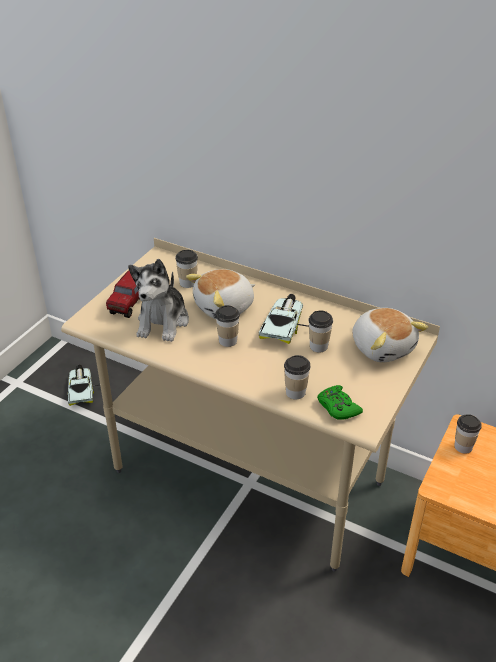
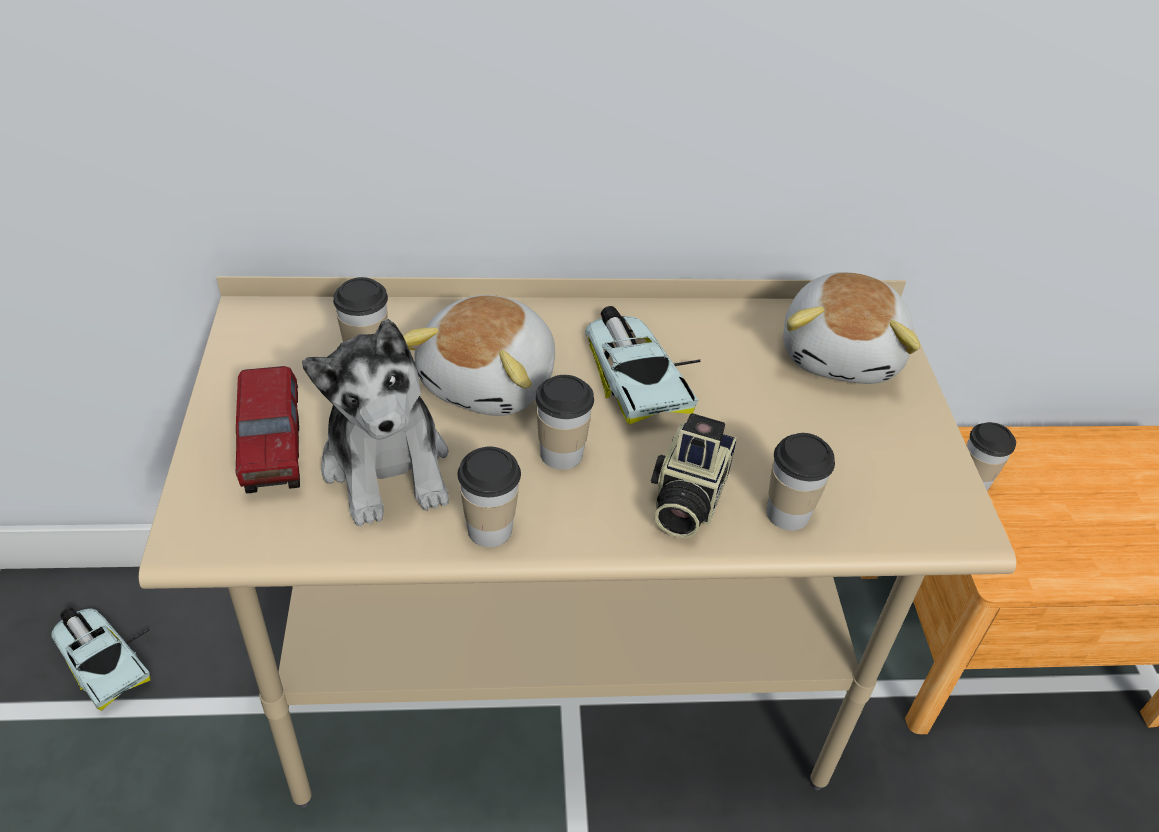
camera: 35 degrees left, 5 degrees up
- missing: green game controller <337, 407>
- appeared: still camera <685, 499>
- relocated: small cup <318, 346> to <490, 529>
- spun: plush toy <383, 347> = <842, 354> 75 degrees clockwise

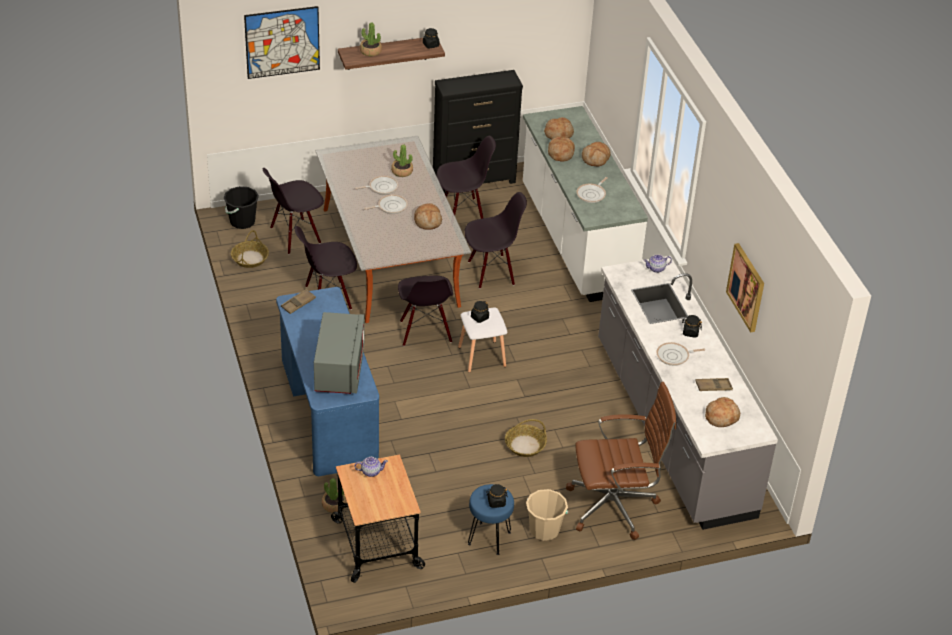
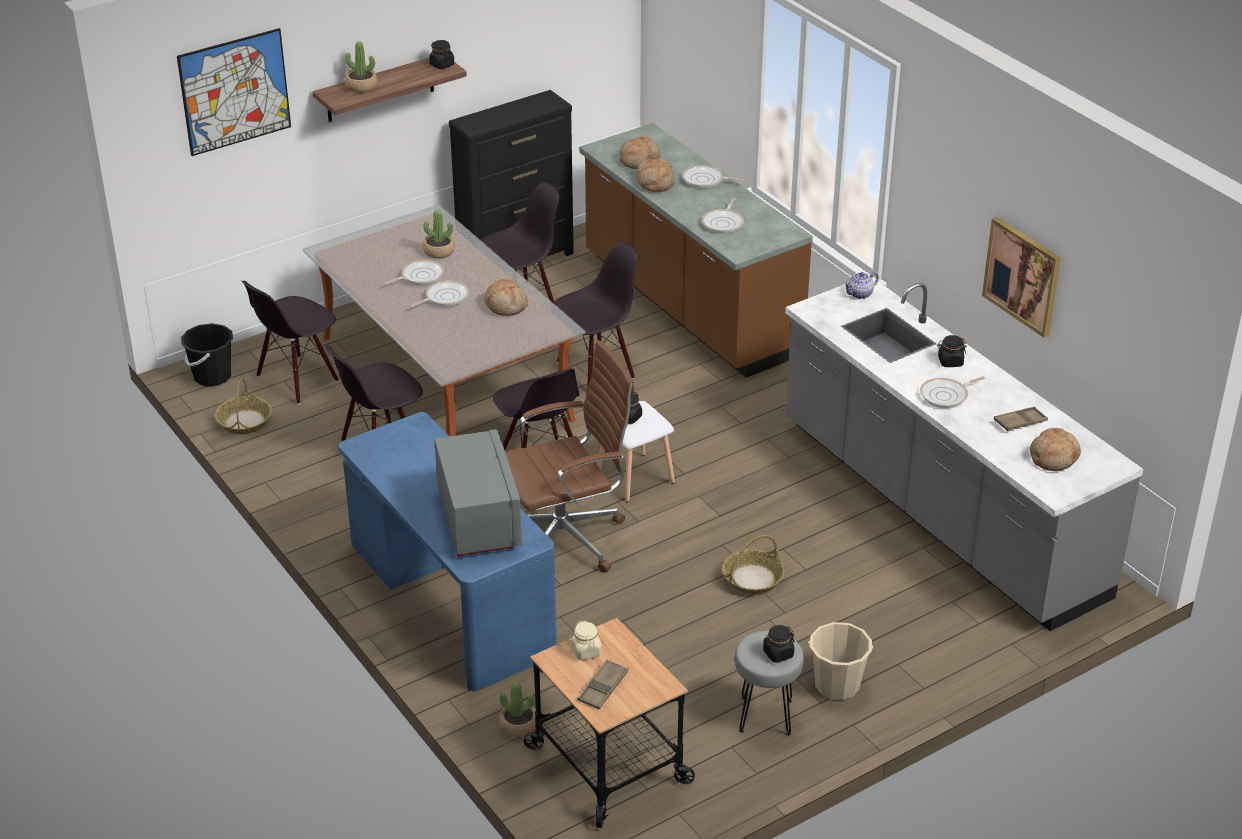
camera: 15 degrees left, 5 degrees down
- relocated: brownish serving tray <298, 303> to <603, 688>
- relocated: brownish office chair <615, 506> to <566, 538>
- exchanged: pot for tea <370, 471> to sand-coloured storage jar <586, 651>
- exchanged: bakery bread <595, 159> to pan <705, 180>
- colour: blue stool seat <488, 538> to gray stool seat <765, 716>
- colour: white-coloured kitchen base unit <575, 240> to brownish kitchen base unit <689, 307>

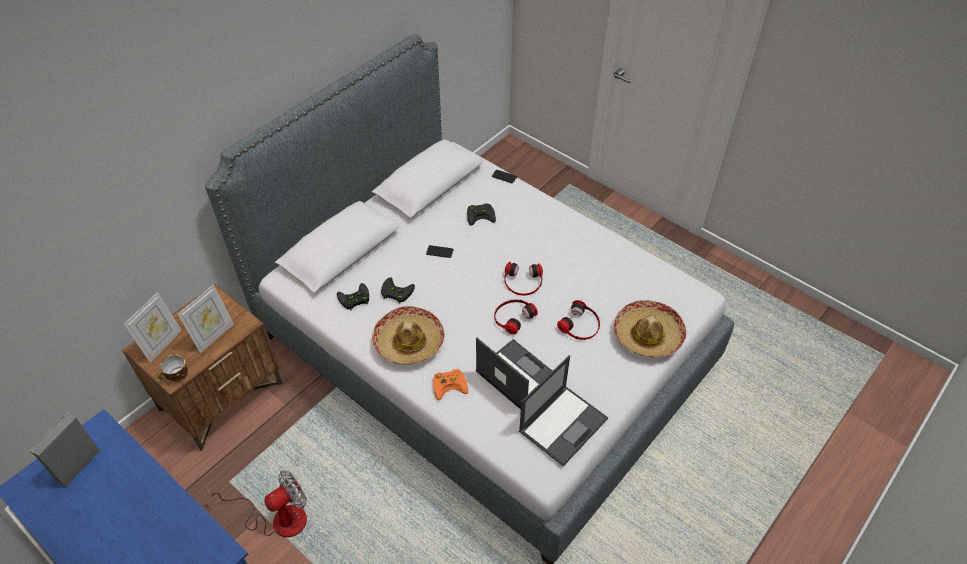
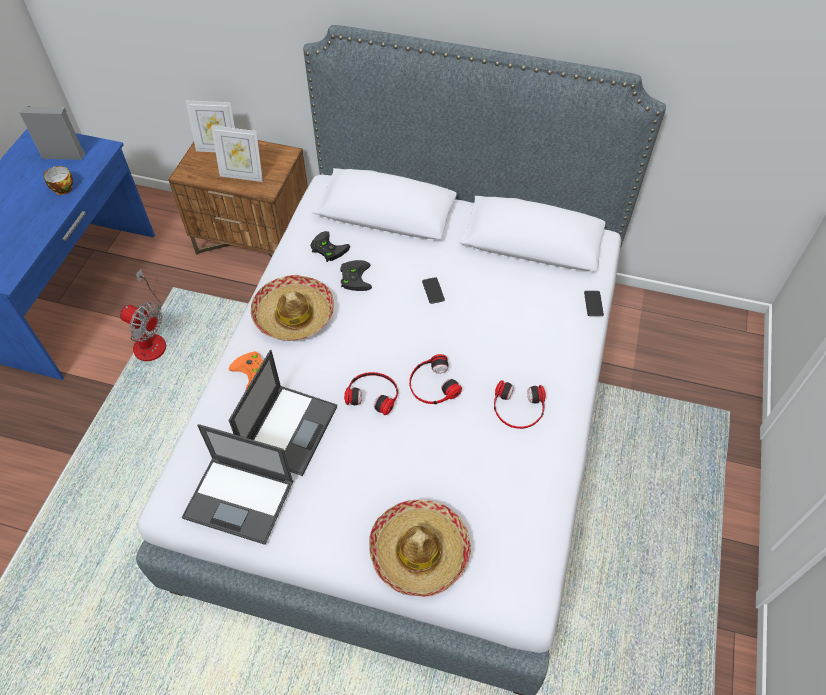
camera: 65 degrees right, 5 degrees up
- missing: black game controller <481, 215>
- relocated: small cup <177, 376> to <61, 189>
- relocated: pair of headphones <580, 325> to <518, 408>

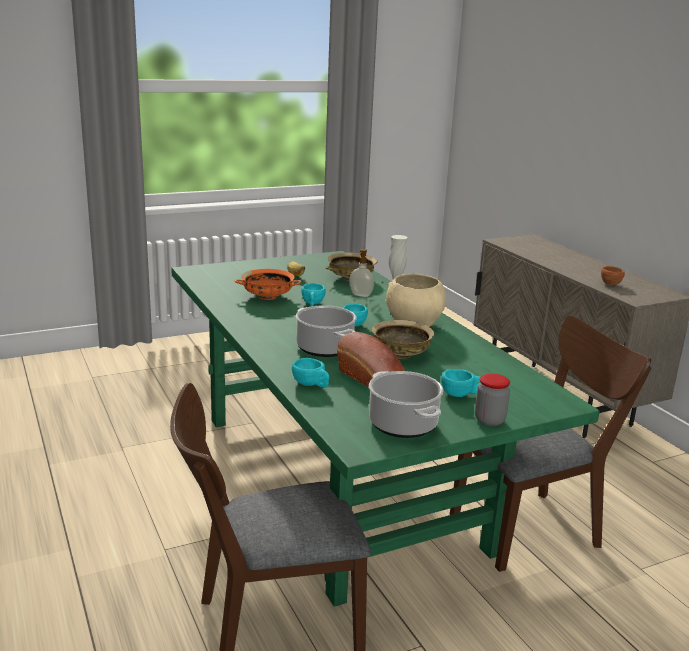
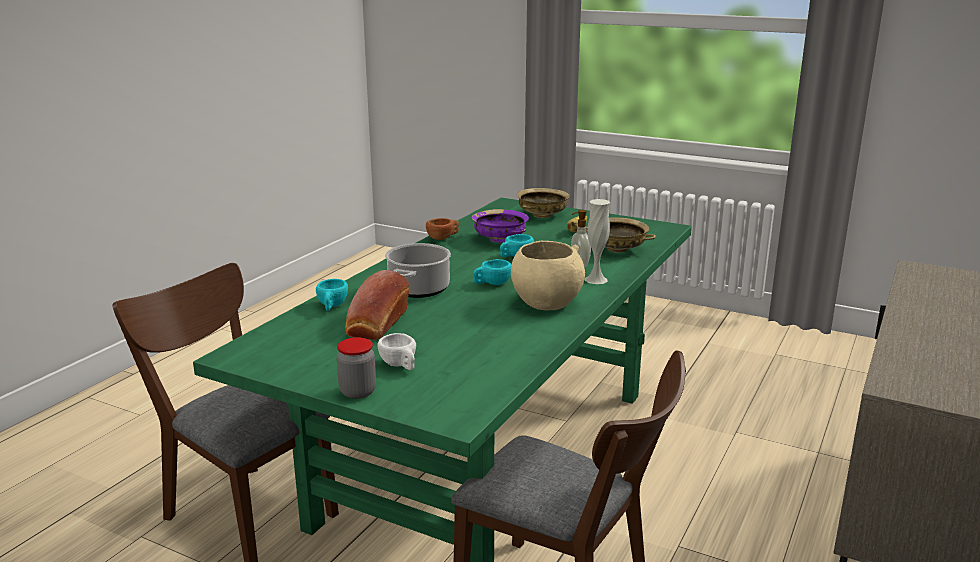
camera: 55 degrees right, 0 degrees up
- missing: cooking pot <402, 424>
- relocated: sand-coloured serving bowl <400, 354> to <542, 215>
- relocated: brownish small cup <609, 283> to <443, 238>
- colour: orange-coloured serving bowl <267, 296> to purplish serving bowl <499, 239>
- colour: blue-green small cup <461, 395> to white-coloured small cup <400, 366>

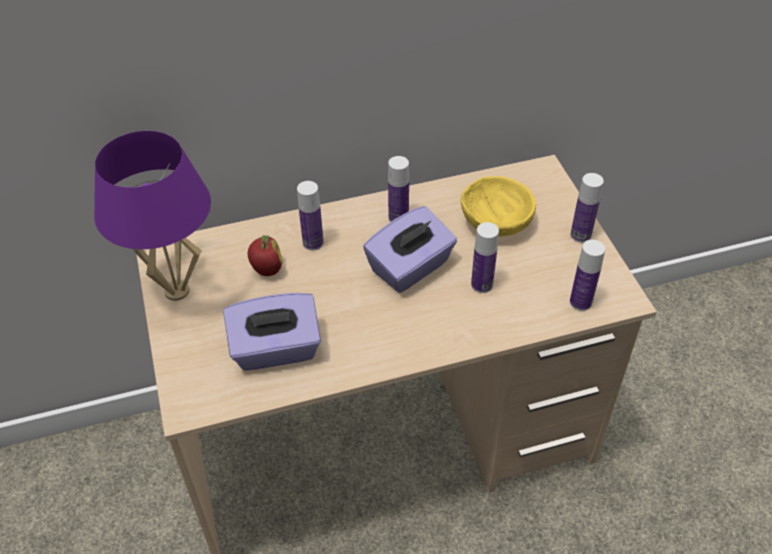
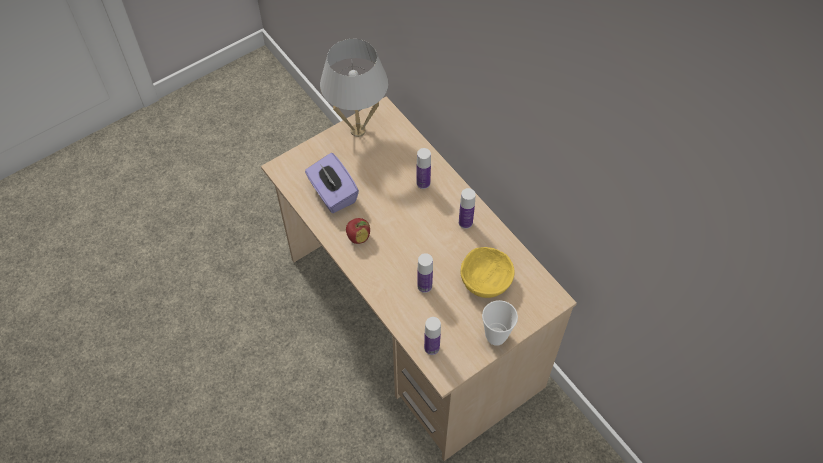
camera: 70 degrees right, 10 degrees up
- missing: purplish tissue holder <410, 268>
- relocated: whole apple <267, 270> to <358, 237>
- exchanged: drink bottle <580, 235> to small cup <496, 336>
- colour: purplish lamp for a table <177, 291> to white-coloured lamp for a table <358, 131>

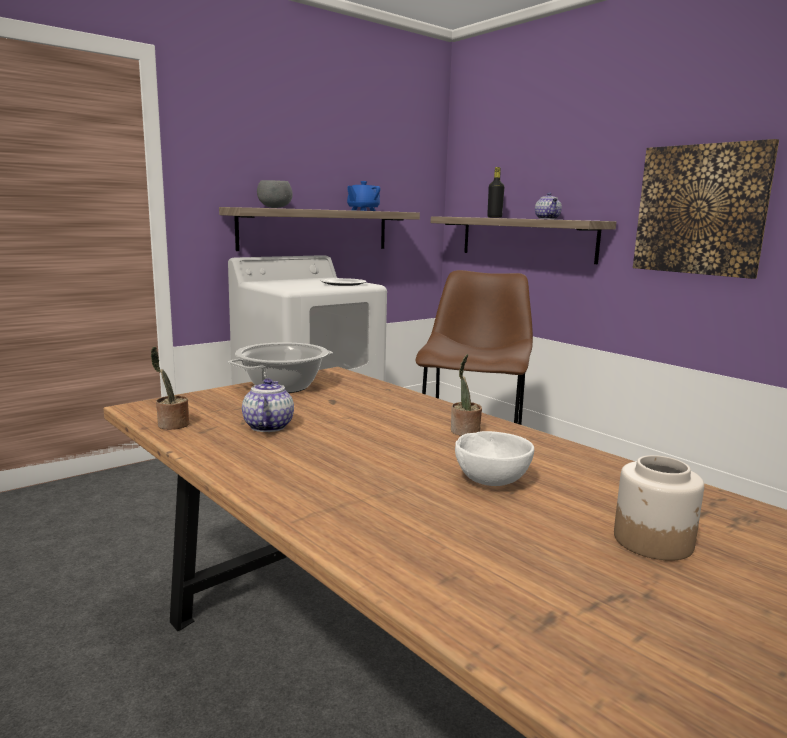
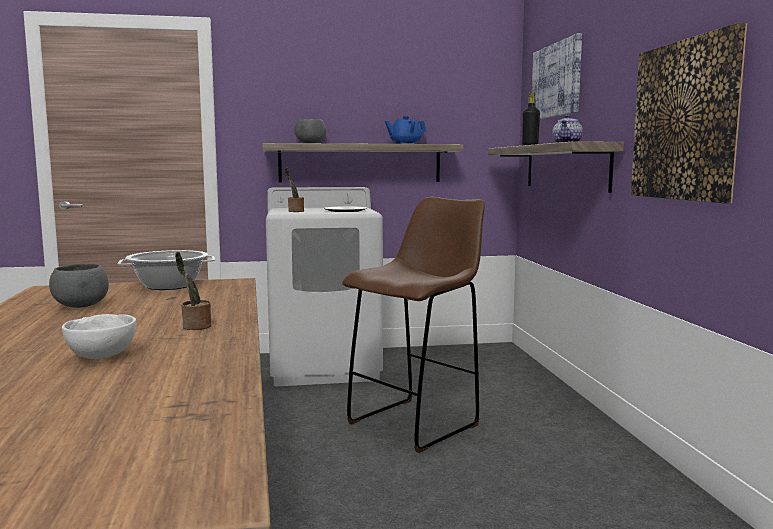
camera: 30 degrees right, 5 degrees down
- missing: storage jar <654, 541>
- appeared: wall art <556, 80>
- relocated: potted plant <171, 425> to <295, 211>
- exchanged: pot for tea <268, 426> to gray serving bowl <80, 306>

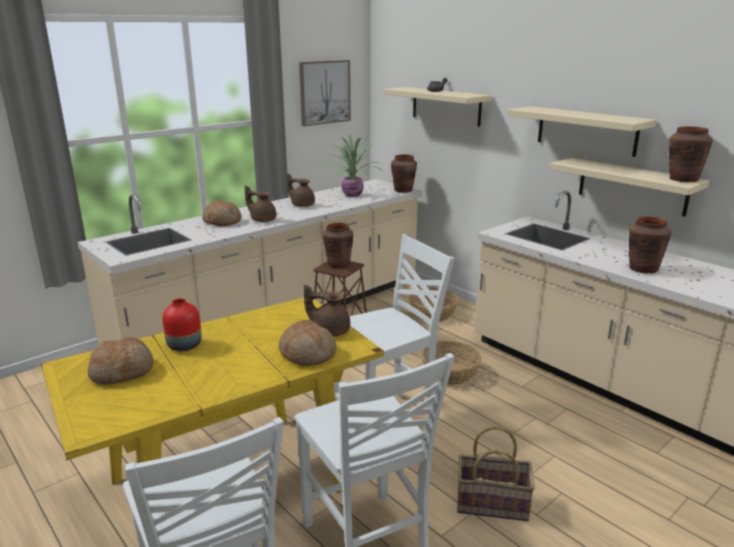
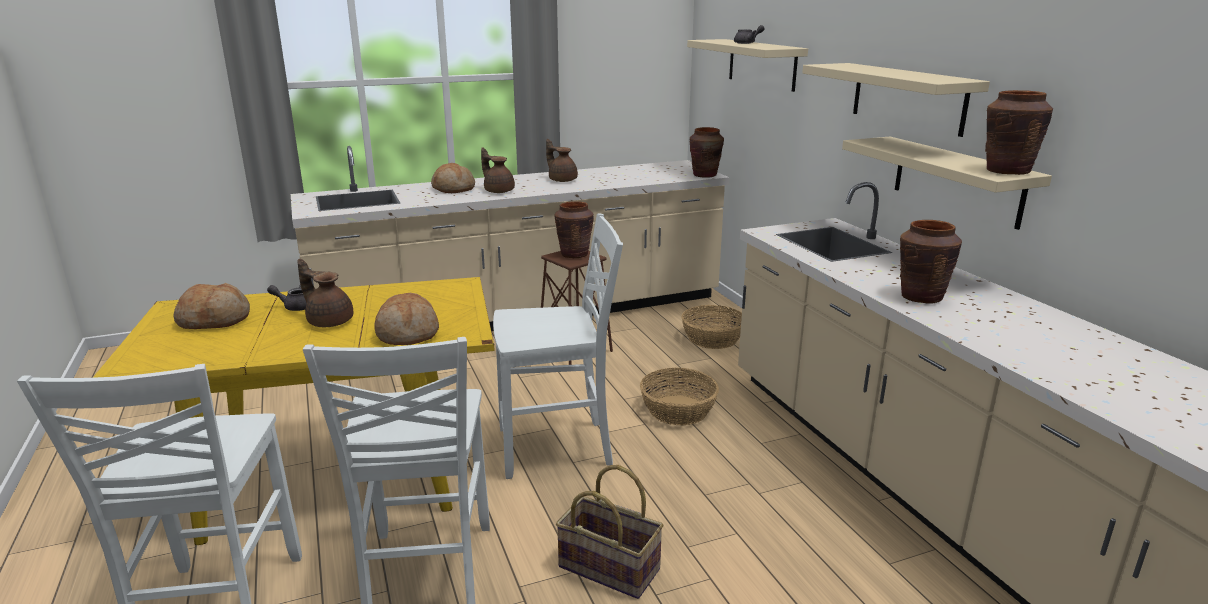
camera: 20 degrees right, 0 degrees up
- missing: wall art <324, 92>
- missing: potted plant <351, 195>
- relocated: brownish pot for tea <330, 330> to <329, 321>
- exchanged: reddish flower vase <184, 346> to gray pot for tea <295, 306>

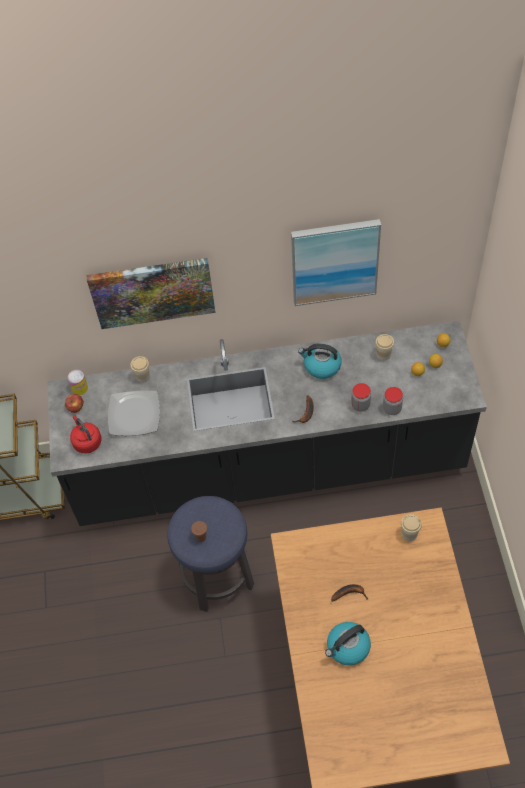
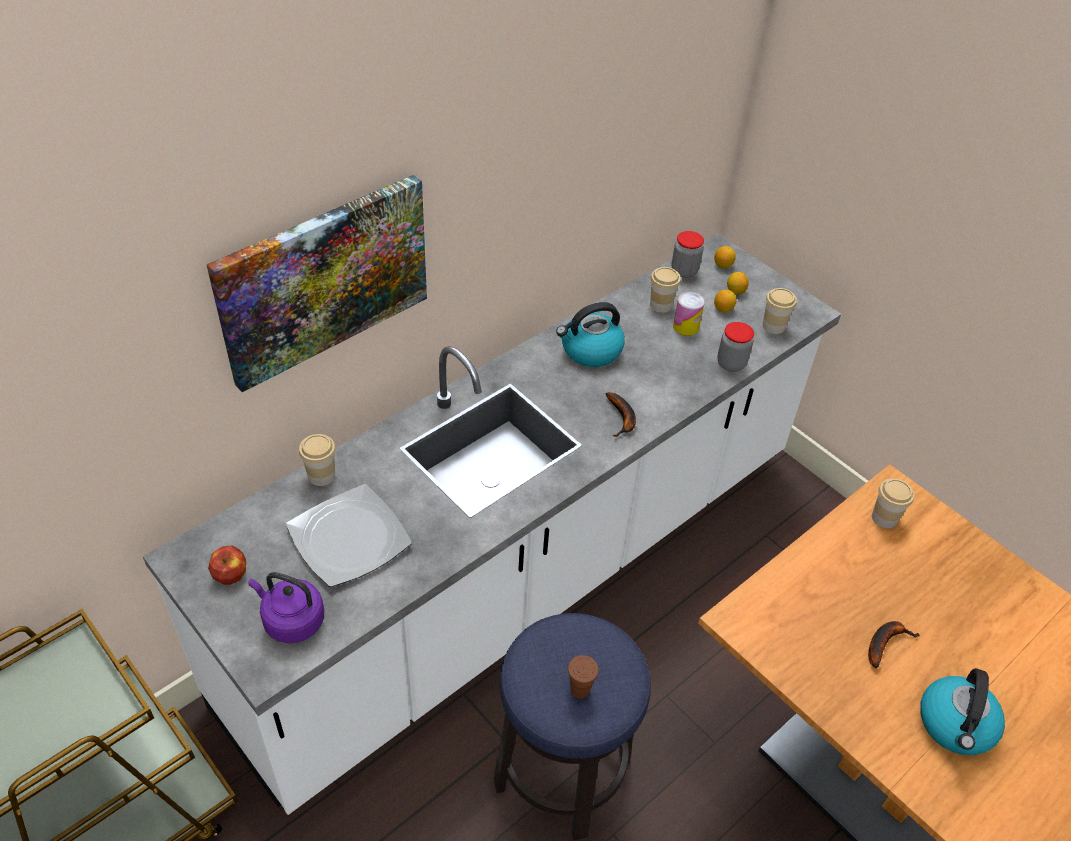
camera: 40 degrees left, 10 degrees down
- missing: wall art <334, 261>
- appeared: small cup <773, 326>
- relocated: metal can <80, 388> to <686, 327>
- relocated: storage jar <360, 405> to <684, 271>
- colour: black kitchen base unit <269, 468> to white-coloured kitchen base unit <525, 576>
- colour: reddish tea kettle <86, 441> to purplish tea kettle <291, 620>

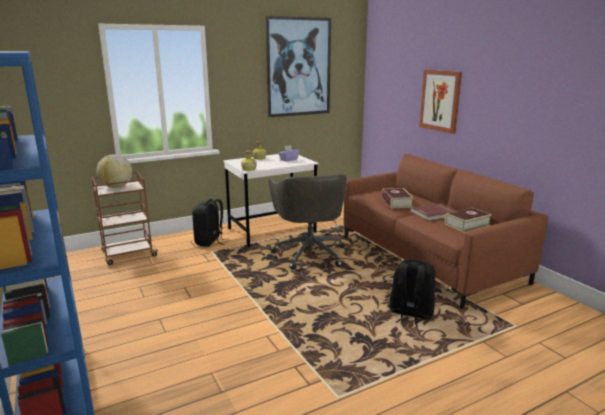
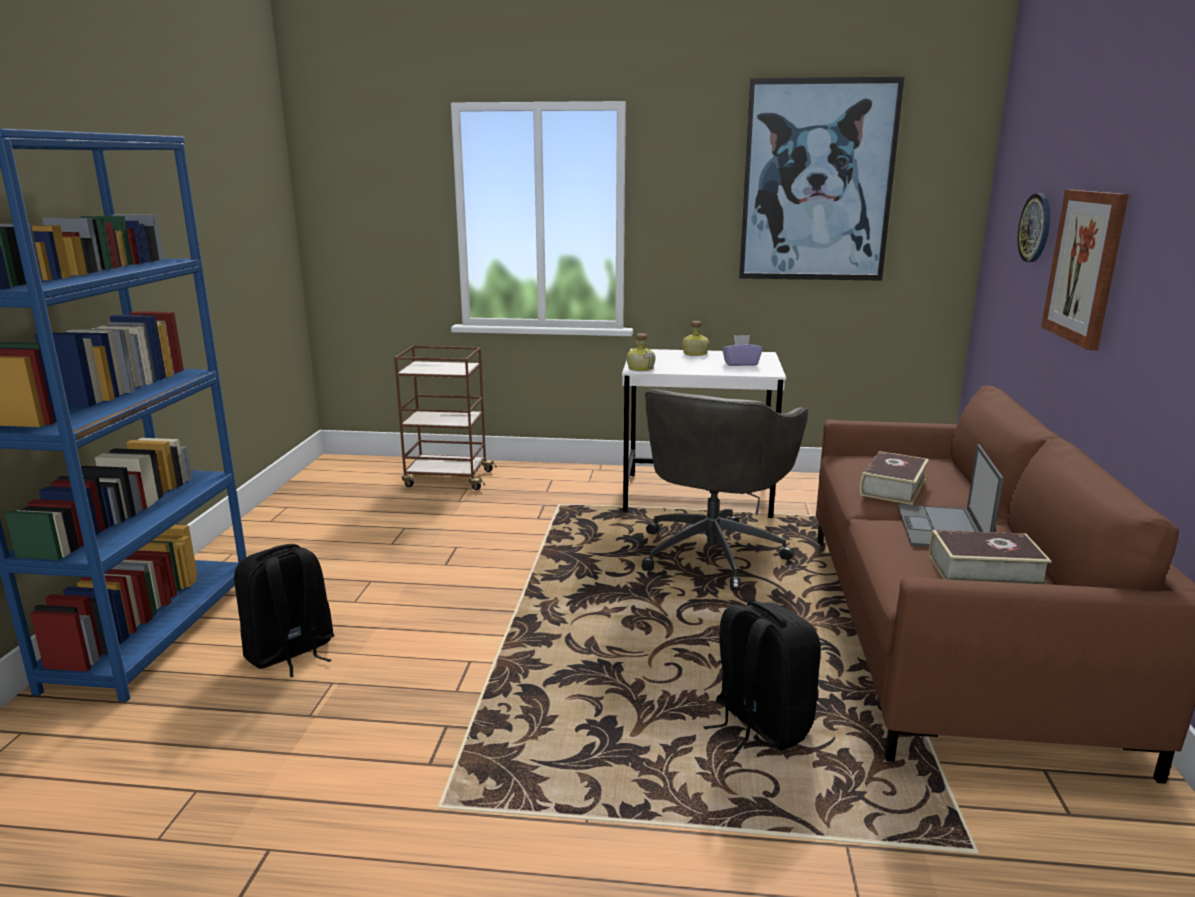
camera: 35 degrees right, 0 degrees up
- missing: world globe <116, 187>
- appeared: clock on the wall <1035, 228>
- relocated: black rucksack <210, 241> to <290, 653>
- exchanged: reddish book <434, 214> to portable computer <942, 529>

